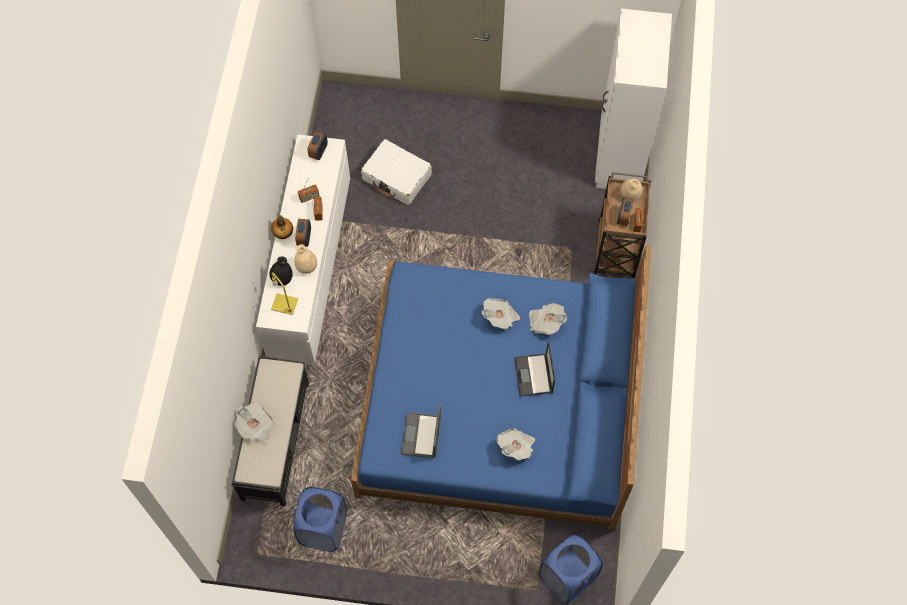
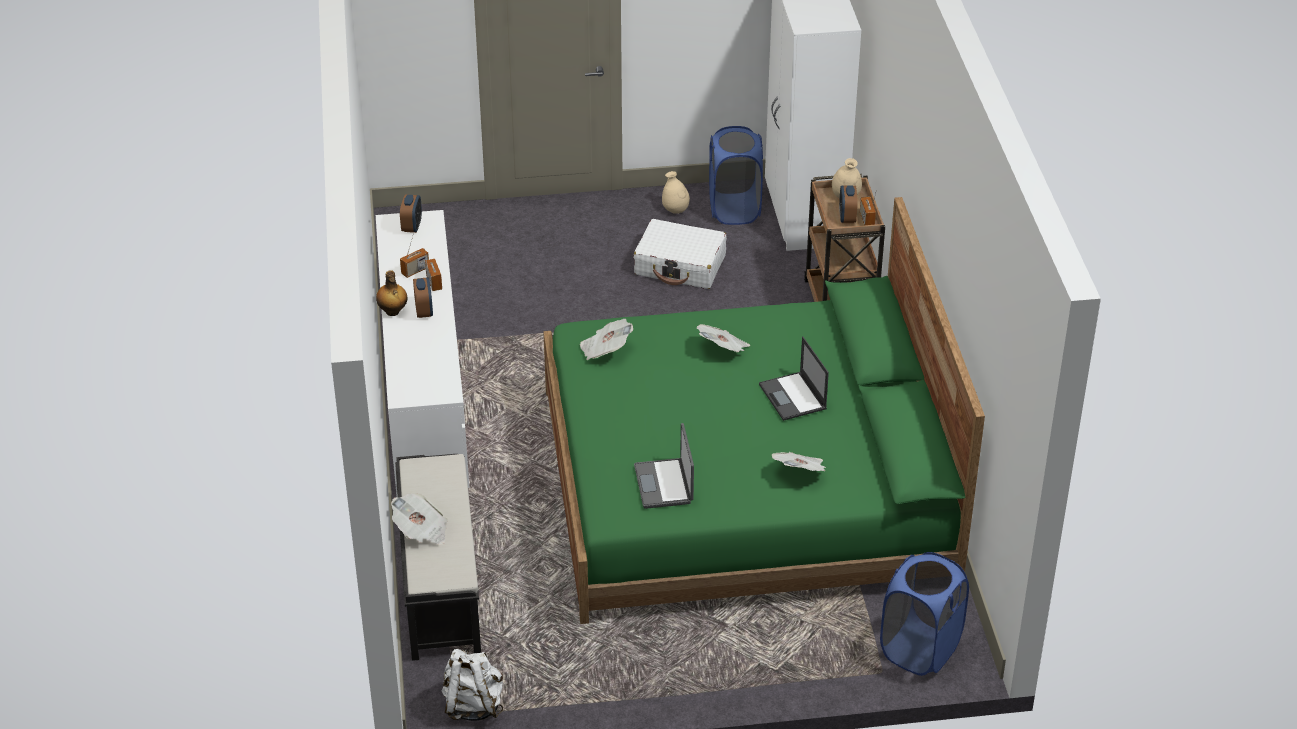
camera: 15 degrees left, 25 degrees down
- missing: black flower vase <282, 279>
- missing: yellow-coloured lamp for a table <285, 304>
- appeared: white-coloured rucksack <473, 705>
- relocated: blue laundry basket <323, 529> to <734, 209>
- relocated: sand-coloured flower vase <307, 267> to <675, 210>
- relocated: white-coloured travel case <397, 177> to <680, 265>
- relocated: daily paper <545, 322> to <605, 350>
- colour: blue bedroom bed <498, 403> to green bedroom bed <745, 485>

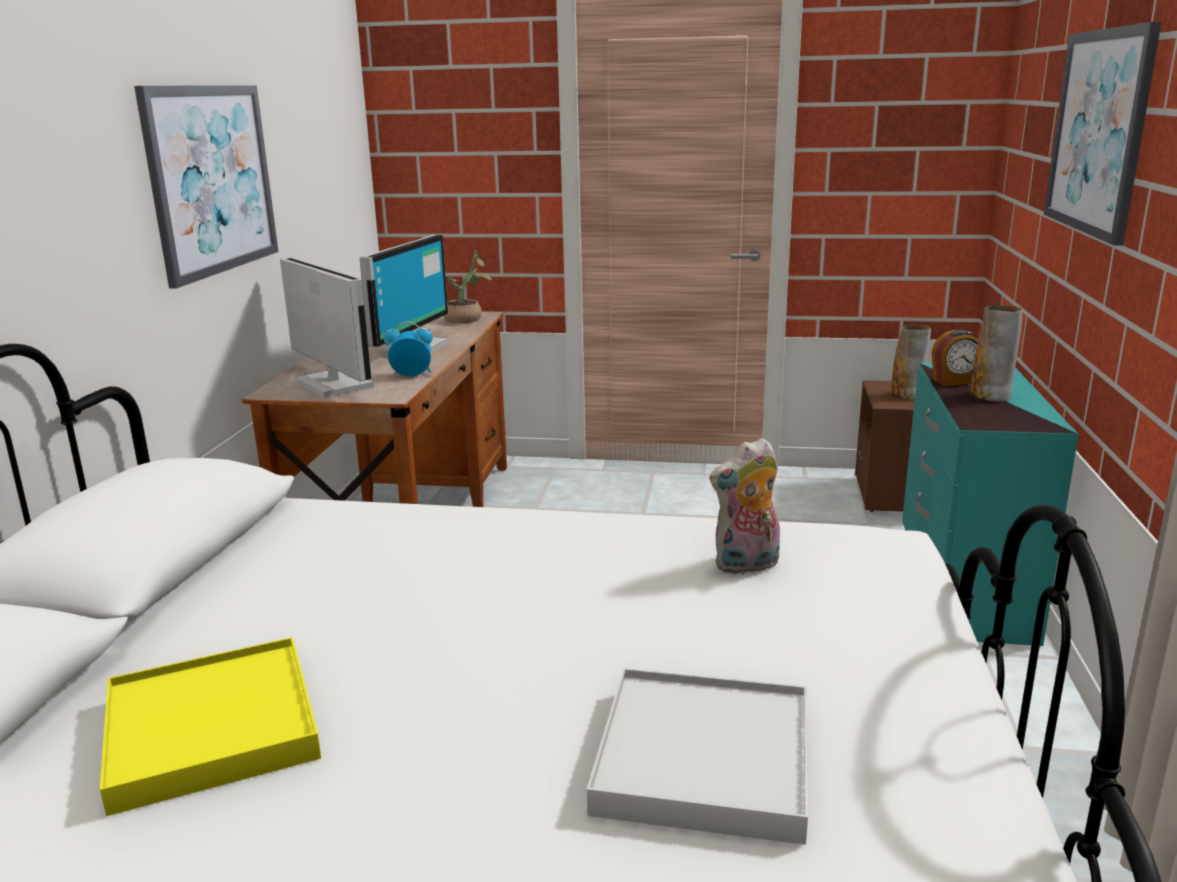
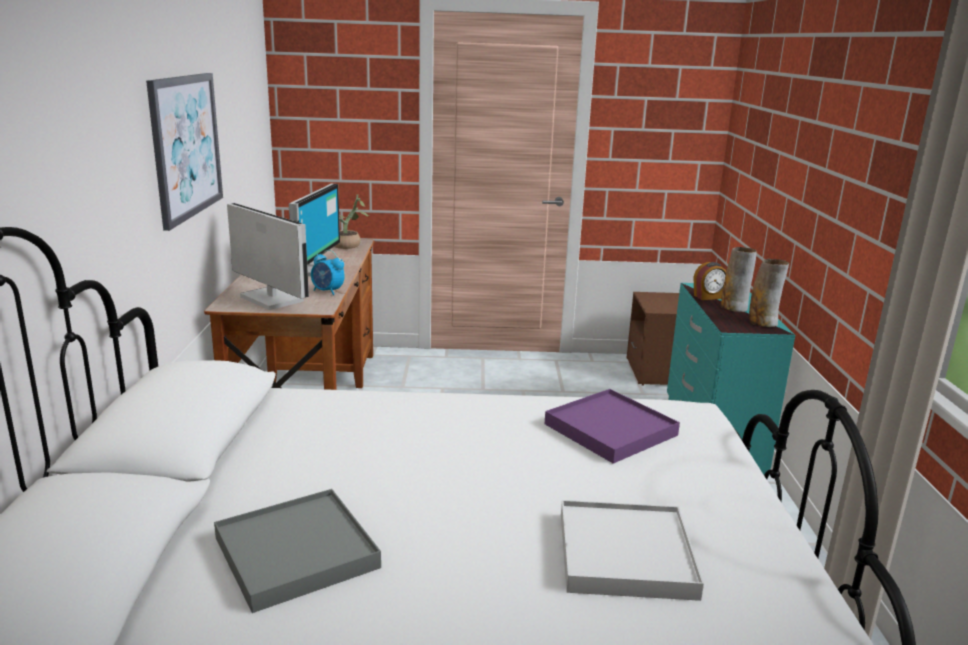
camera: 10 degrees left, 0 degrees up
- missing: wall art <1098, 131>
- relocated: flower vase <907, 395> to <763, 322>
- exchanged: plush toy <746, 566> to purplish serving tray <610, 429>
- colour: yellow-coloured serving tray <213, 729> to gray serving tray <297, 553>
- spun: alarm clock <411, 375> = <327, 291> 135 degrees counterclockwise

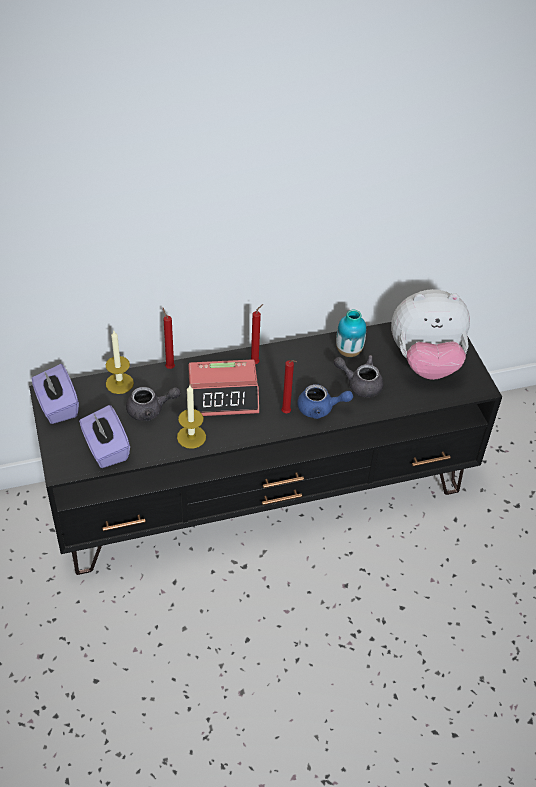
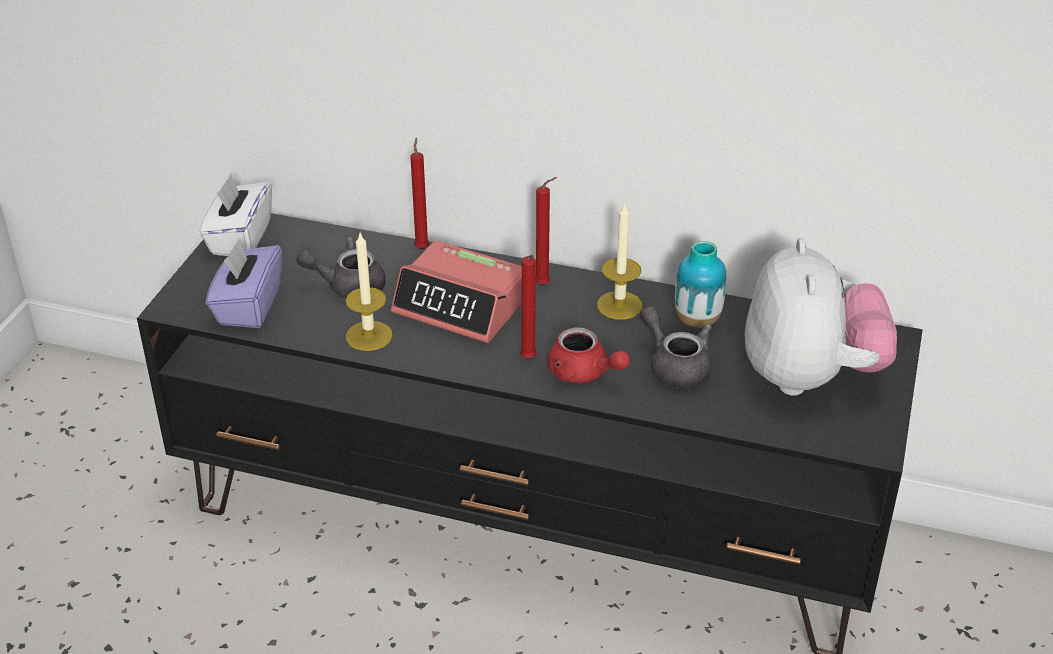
camera: 35 degrees right, 10 degrees down
- relocated: wax light <119, 383> to <619, 305>
- colour: purplish tissue holder <57, 406> to white-coloured tissue holder <240, 238>
- colour: blue pot for tea <320, 408> to reddish pot for tea <584, 373>
- spun: gray pot for tea <150, 410> = <348, 286> 150 degrees clockwise
- spun: plush toy <425, 362> = <810, 377> 120 degrees counterclockwise

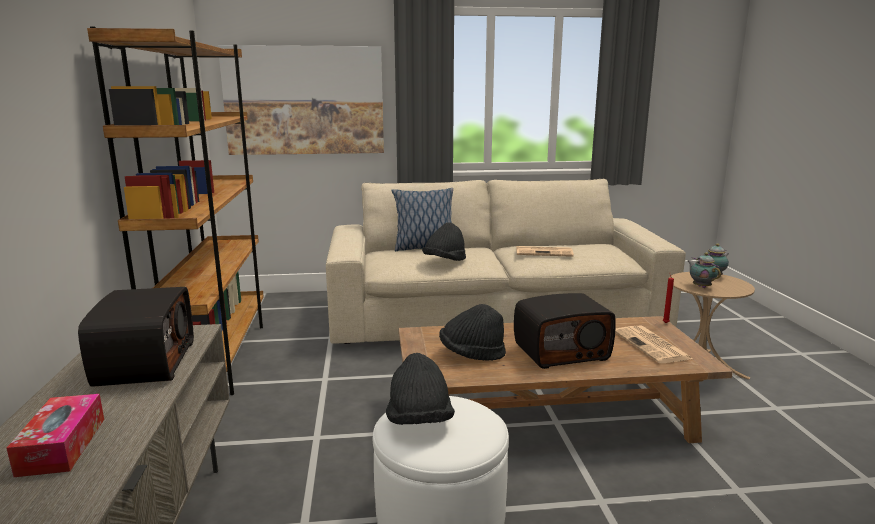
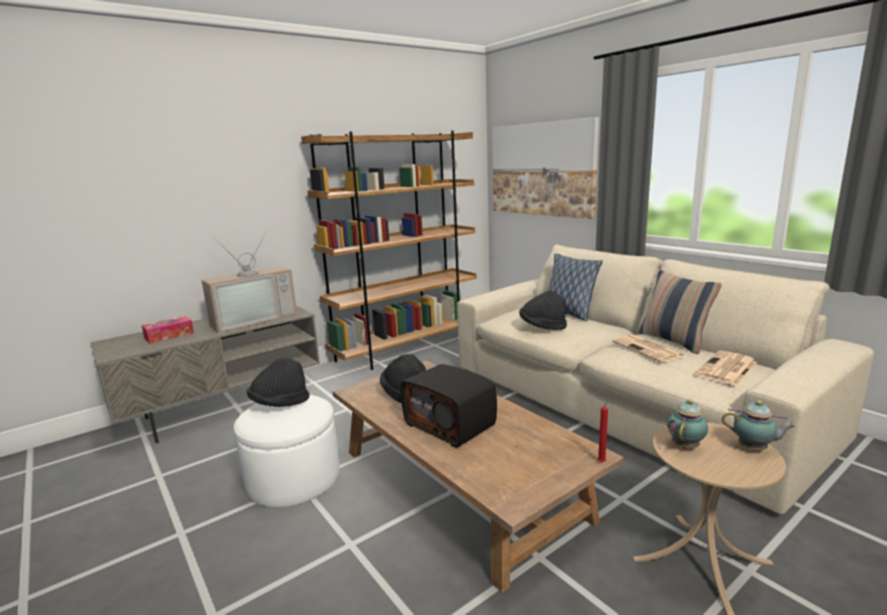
camera: 60 degrees right, 0 degrees up
- appeared: pillow <674, 341>
- relocated: daily paper <652, 345> to <727, 369>
- exchanged: radio <144, 363> to television <253, 319>

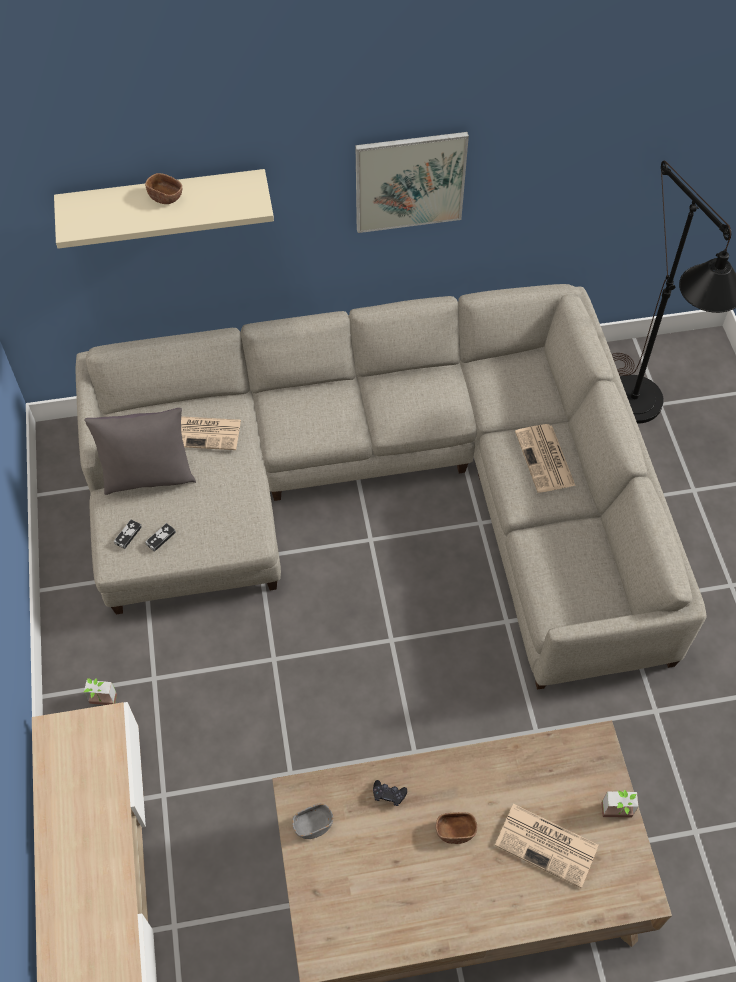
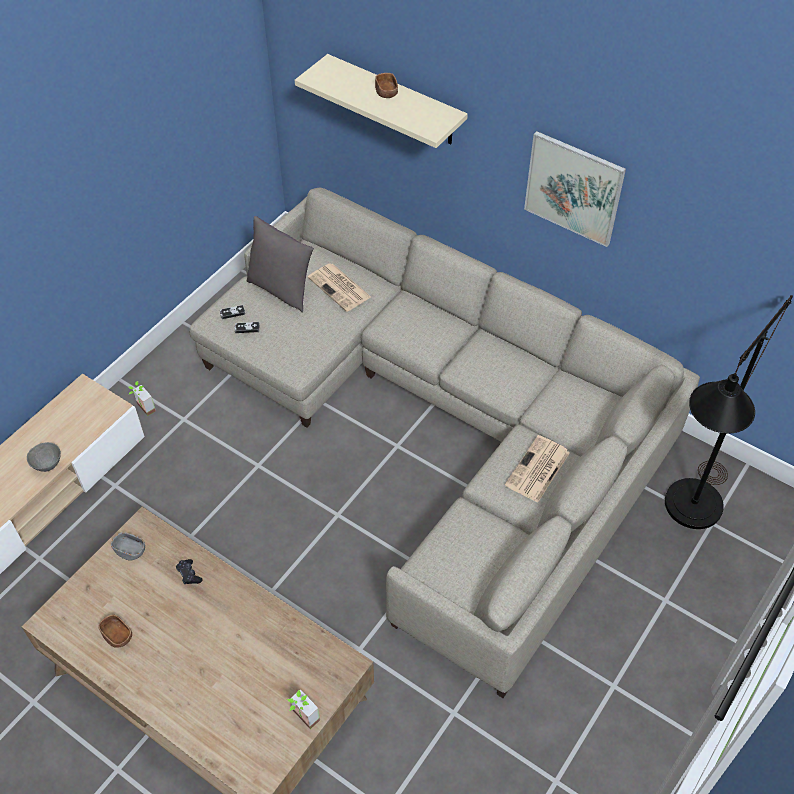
camera: 45 degrees right, 5 degrees down
- missing: daily paper <548, 845>
- appeared: gray serving bowl <48, 466>
- relocated: brownish serving bowl <455, 831> to <118, 636>

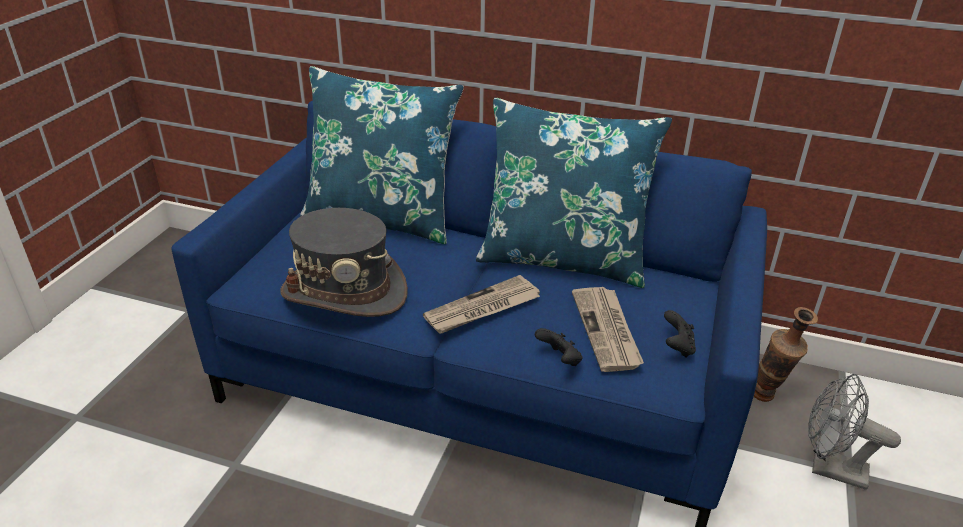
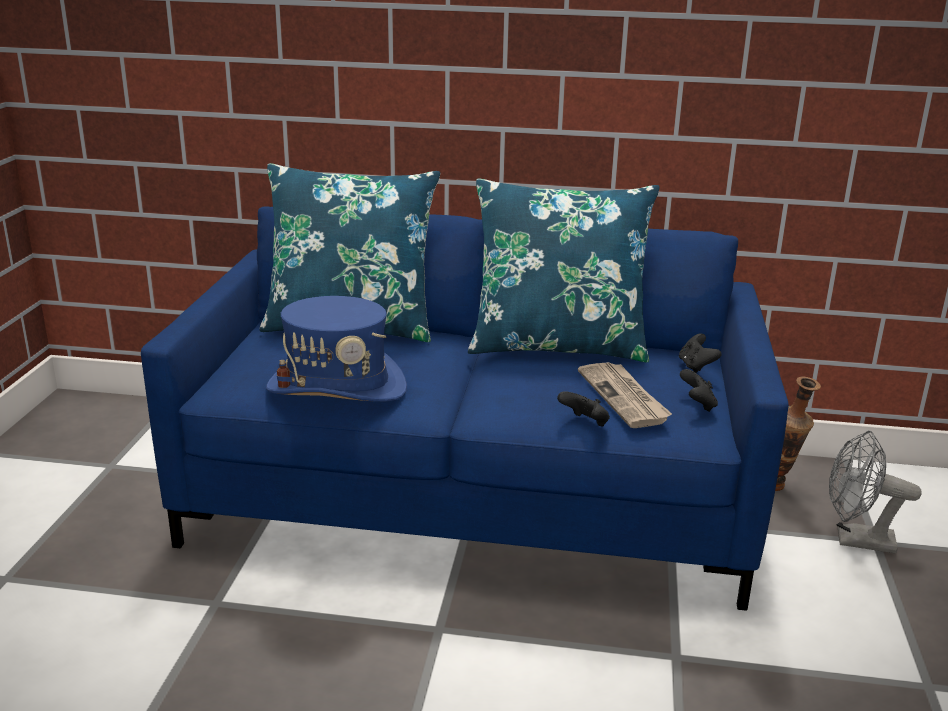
camera: 10 degrees left, 10 degrees down
- missing: daily paper <482, 309>
- appeared: black game controller <696, 366>
- colour: gray hat <345, 292> to blue hat <337, 387>

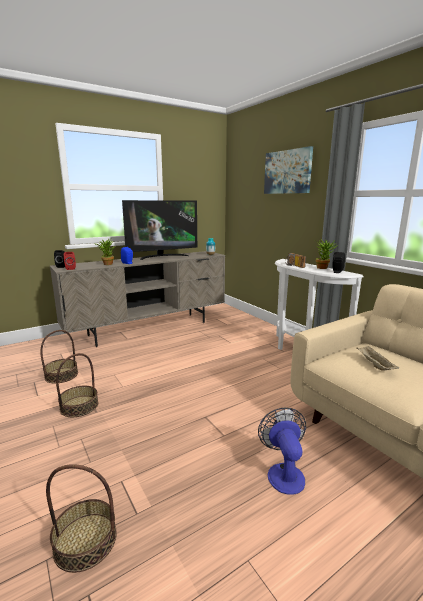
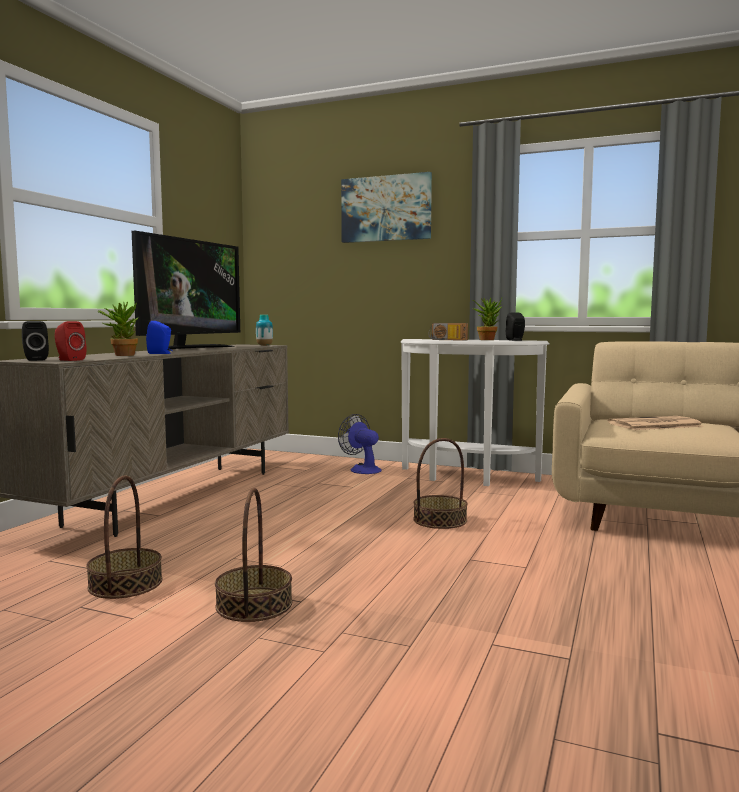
camera: 35 degrees left, 10 degrees down
- relocated: basket <85, 541> to <440, 520>
- relocated: cooling fan <283, 472> to <361, 469>
- exchanged: sand-coloured serving tray <374, 365> to daily paper <654, 425>

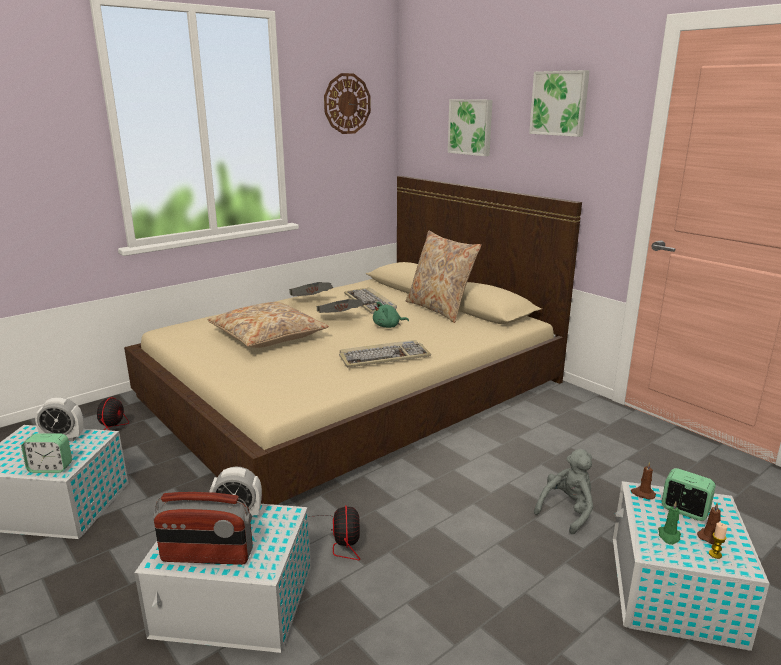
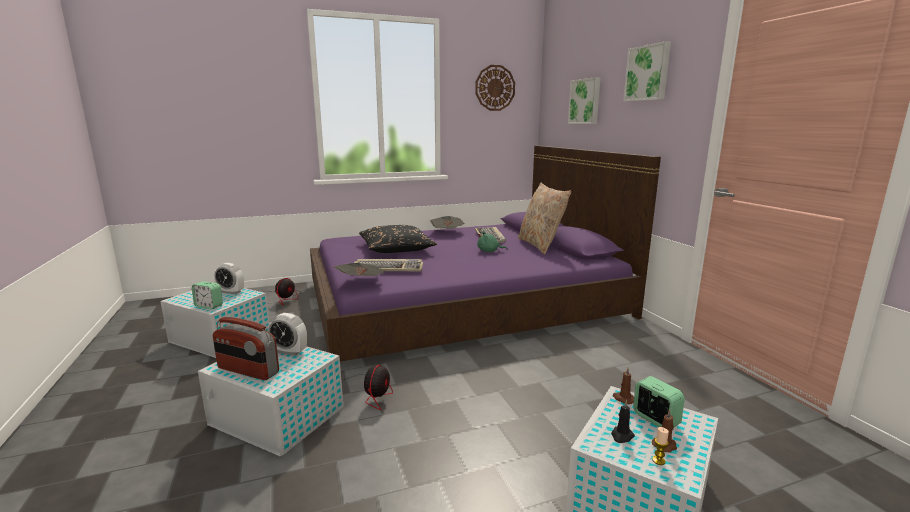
camera: 20 degrees right, 5 degrees down
- missing: gray plush toy <567, 511>
- relocated: daily paper <340, 319> to <361, 283>
- relocated: computer keyboard <384, 357> to <388, 268>
- colour: sand-coloured bedroom bed <353, 388> to purplish bedroom bed <462, 299>
- colour: sand-coloured pillow <268, 336> to black pillow <396, 248>
- colour: green wax light <669, 536> to black wax light <621, 436>

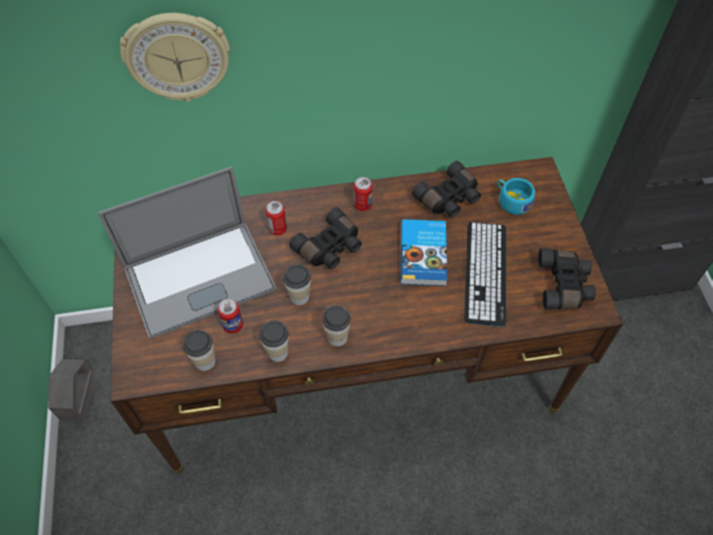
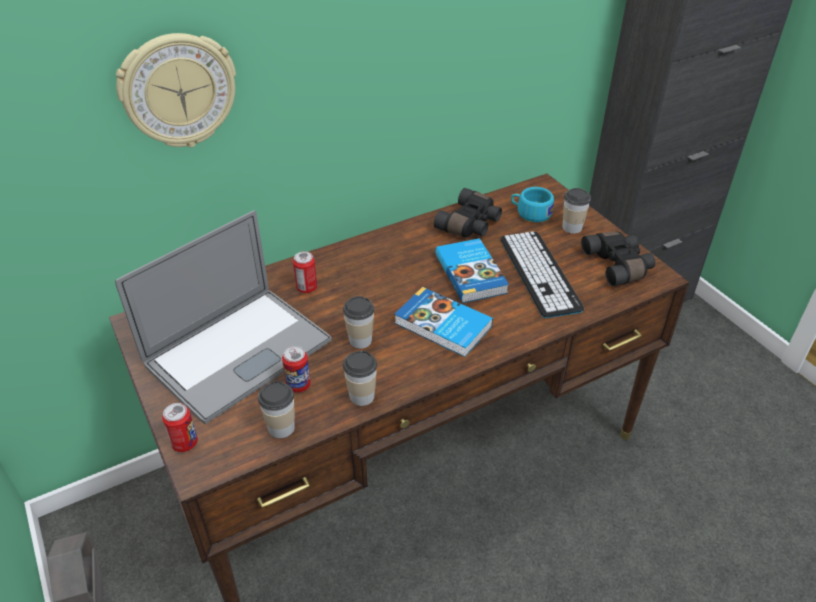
camera: 20 degrees left, 15 degrees down
- missing: black field glasses <330, 248>
- appeared: book <442, 326>
- relocated: small cup <337, 337> to <572, 227>
- relocated: metal can <362, 205> to <185, 443>

